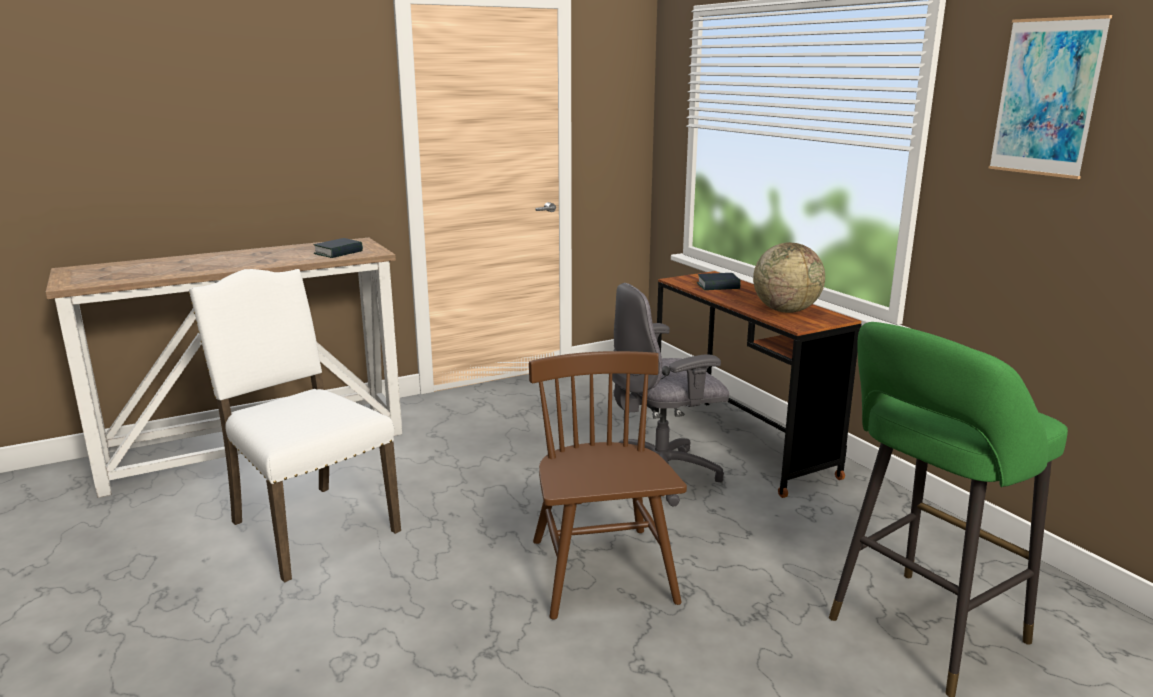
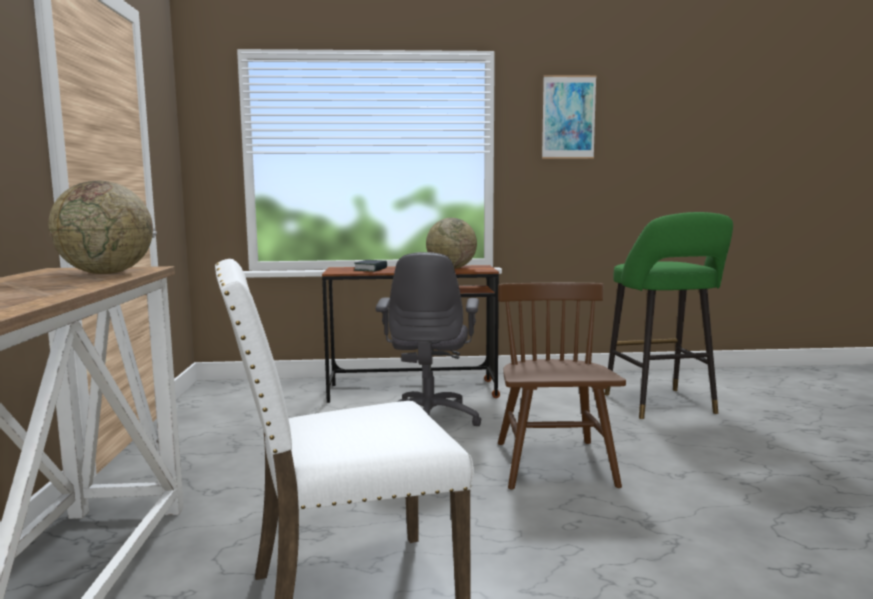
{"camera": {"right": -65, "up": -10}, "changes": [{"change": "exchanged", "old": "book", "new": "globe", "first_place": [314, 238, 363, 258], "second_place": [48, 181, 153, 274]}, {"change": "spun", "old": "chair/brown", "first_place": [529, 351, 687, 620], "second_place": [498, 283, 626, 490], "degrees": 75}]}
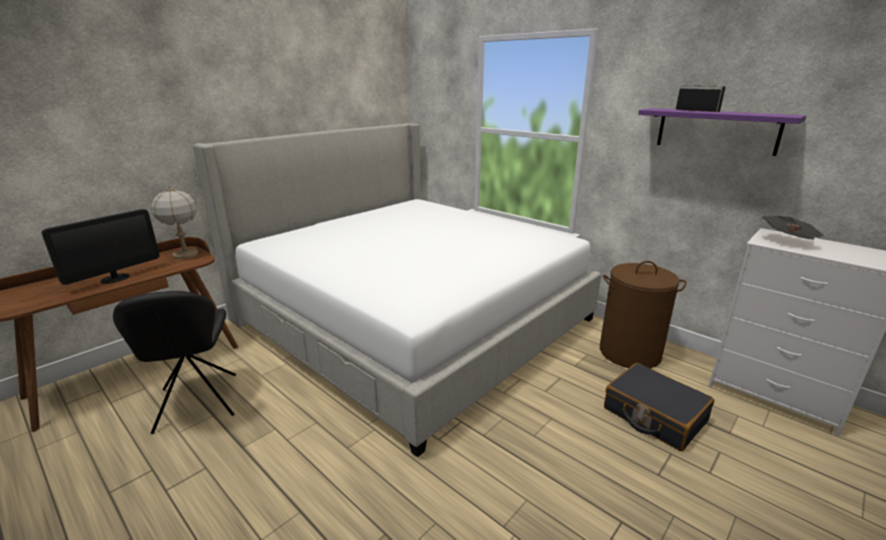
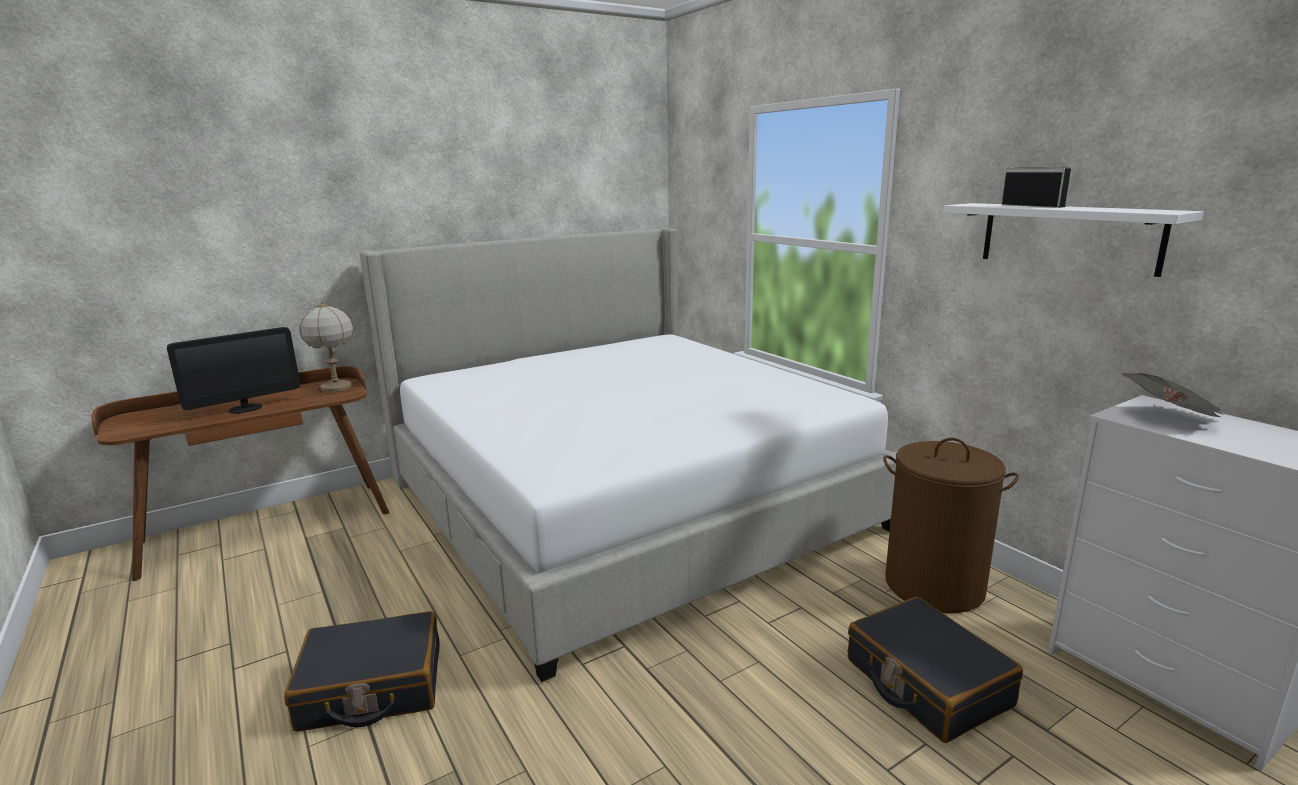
{"camera": {"right": 15, "up": -5}, "changes": [{"change": "missing", "old": "chair/black", "first_place": [113, 291, 236, 434]}, {"change": "colour", "old": "shelf/purple", "new": "shelf/white", "first_place": [638, 108, 806, 156], "second_place": [943, 203, 1204, 277]}, {"change": "appeared", "new": "suitcase/black", "second_place": [284, 611, 440, 732]}]}
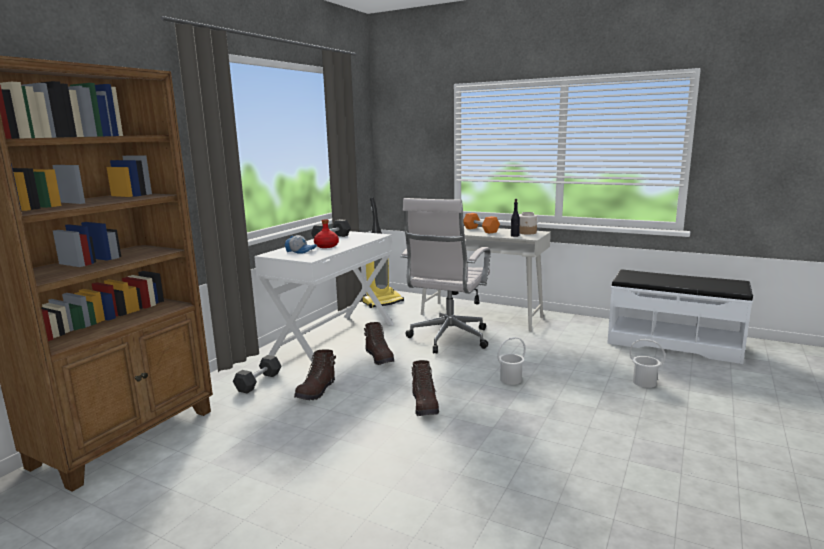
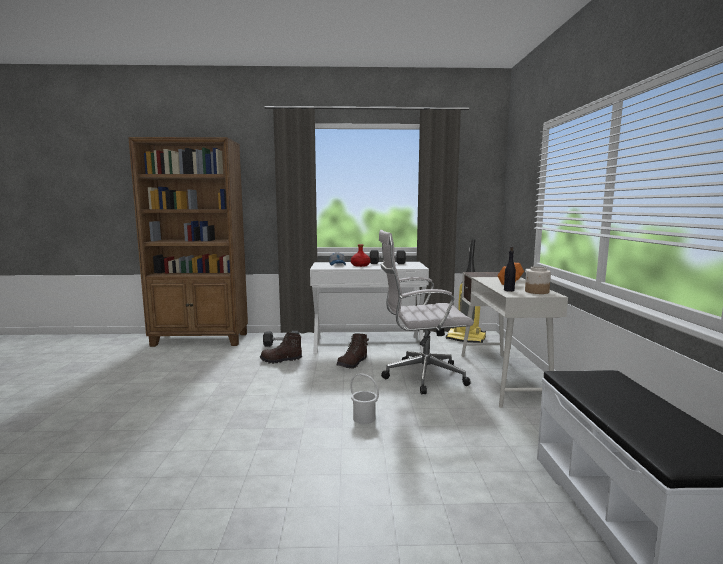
{"camera": {"right": 60, "up": -5}, "changes": [{"change": "missing", "old": "boot/brown", "first_place": [412, 360, 439, 416]}, {"change": "missing", "old": "bucket/white", "first_place": [630, 339, 666, 388]}]}
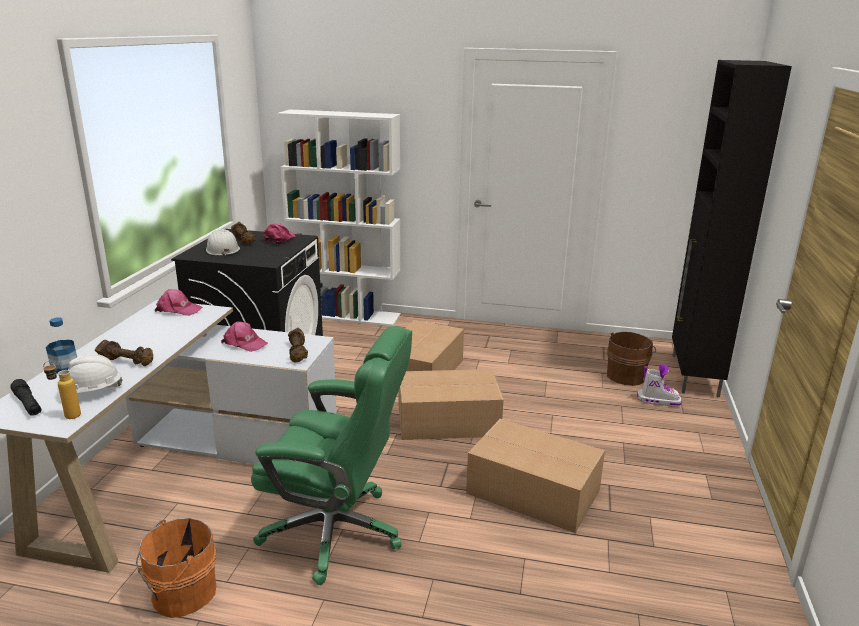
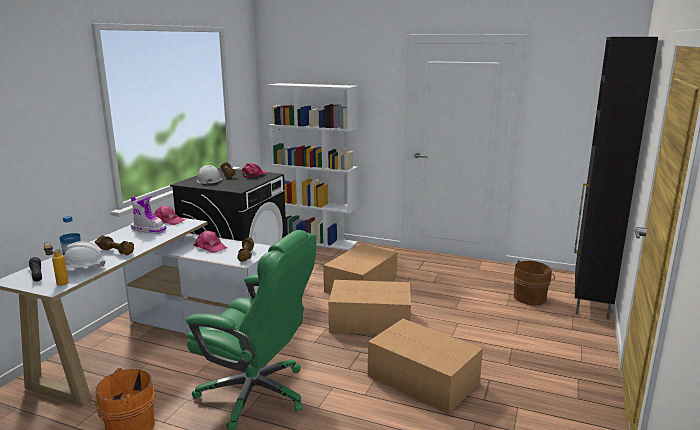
{"camera": {"right": 10, "up": -5}, "changes": [{"change": "relocated", "old": "boot", "first_place": [637, 364, 682, 407], "second_place": [131, 196, 167, 234]}]}
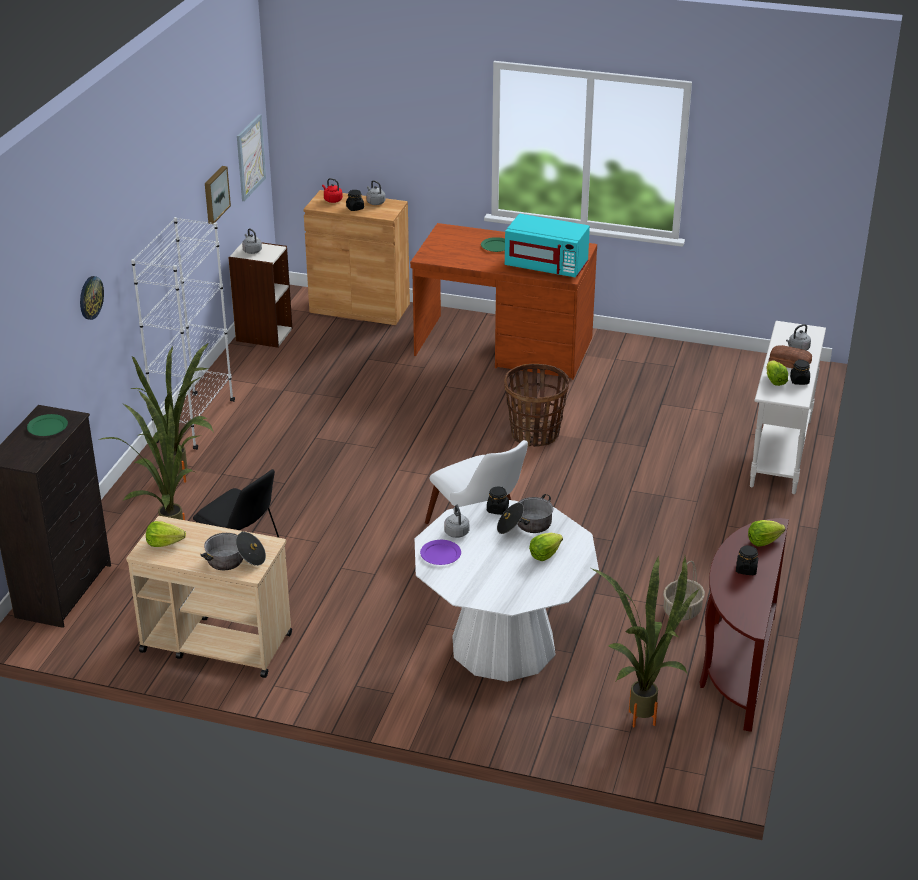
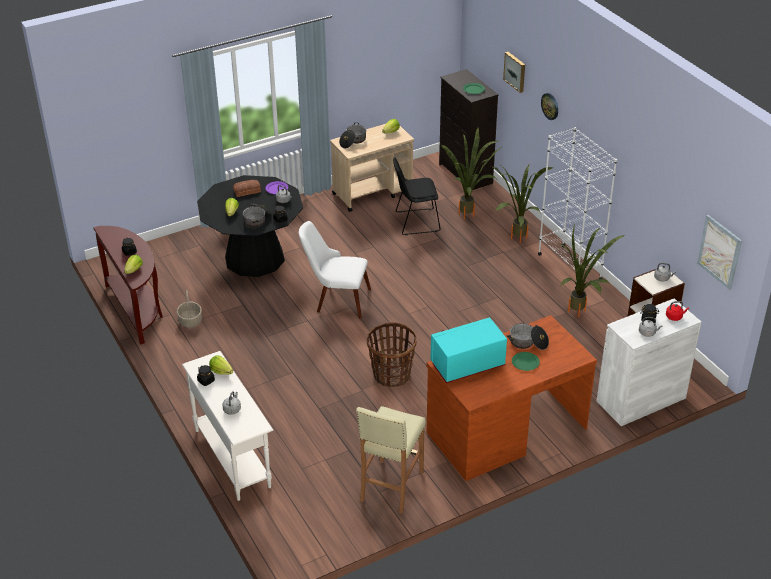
{"camera": {"right": 135, "up": 5}, "changes": [{"change": "relocated", "old": "picture", "first_place": [205, 166, 231, 224], "second_place": [503, 52, 525, 93]}, {"change": "colour", "old": "cabinet/brown", "new": "cabinet/white", "first_place": [303, 190, 410, 325], "second_place": [596, 298, 701, 426]}, {"change": "colour", "old": "dining table/white", "new": "dining table/black", "first_place": [415, 500, 599, 682], "second_place": [197, 175, 303, 277]}, {"change": "relocated", "old": "potted plant", "first_place": [592, 556, 700, 727], "second_place": [559, 223, 625, 317]}, {"change": "relocated", "old": "bread", "first_place": [769, 345, 812, 369], "second_place": [233, 180, 261, 197]}, {"change": "appeared", "new": "stool/beige", "second_place": [356, 406, 426, 513]}, {"change": "appeared", "new": "cooking pot", "second_place": [506, 323, 549, 350]}]}
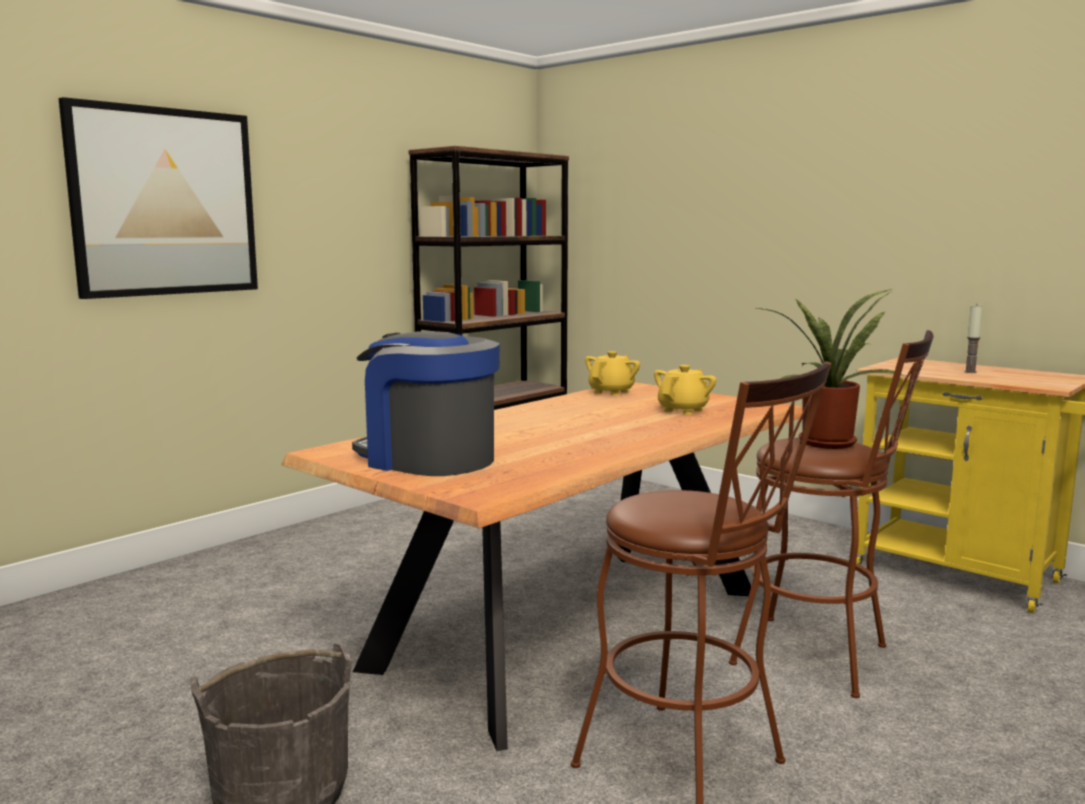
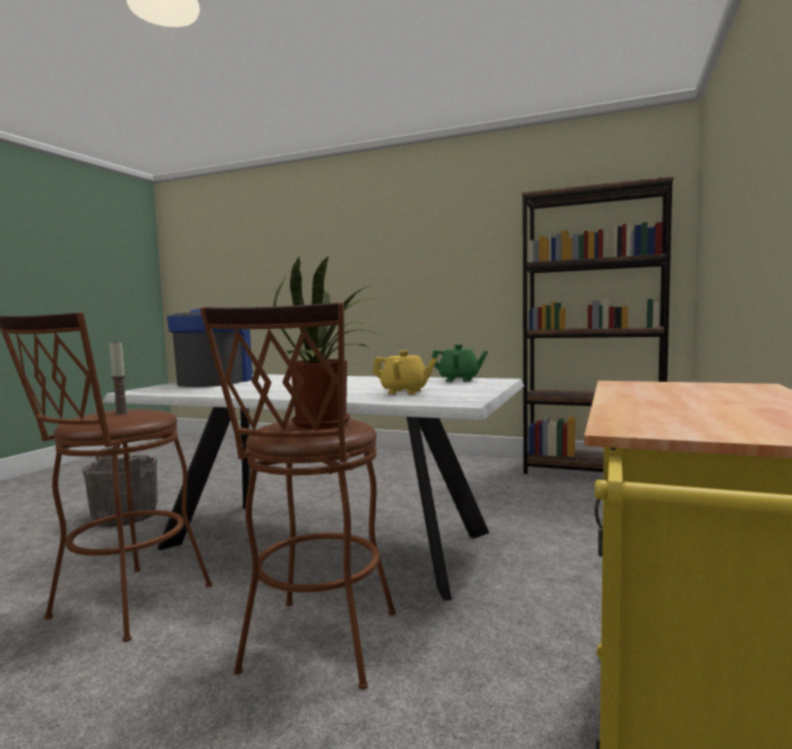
{"camera": {"right": 70, "up": -5}, "changes": [{"change": "missing", "old": "picture", "first_place": [59, 97, 258, 299]}, {"change": "colour", "old": "dining table/brown", "new": "dining table/white", "first_place": [281, 382, 802, 751], "second_place": [103, 374, 524, 601]}, {"change": "colour", "old": "teapot/yellow", "new": "teapot/green", "first_place": [585, 351, 640, 396], "second_place": [432, 344, 488, 382]}, {"change": "relocated", "old": "candle", "first_place": [964, 304, 983, 373], "second_place": [109, 340, 128, 415]}]}
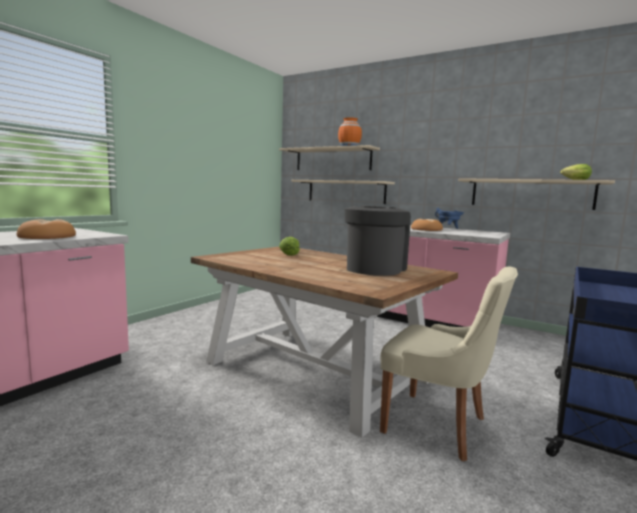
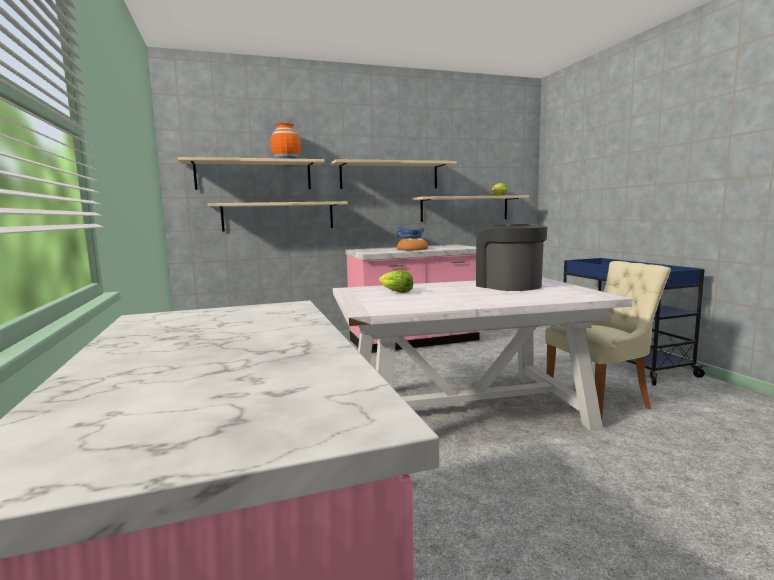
{"camera": {"right": -50, "up": 0}, "changes": [{"change": "missing", "old": "bread", "first_place": [17, 219, 76, 239]}, {"change": "colour", "old": "dining table/brown", "new": "dining table/white", "first_place": [191, 247, 458, 438], "second_place": [333, 277, 632, 431]}, {"change": "appeared", "new": "shelf/beige", "second_place": [330, 159, 457, 189]}]}
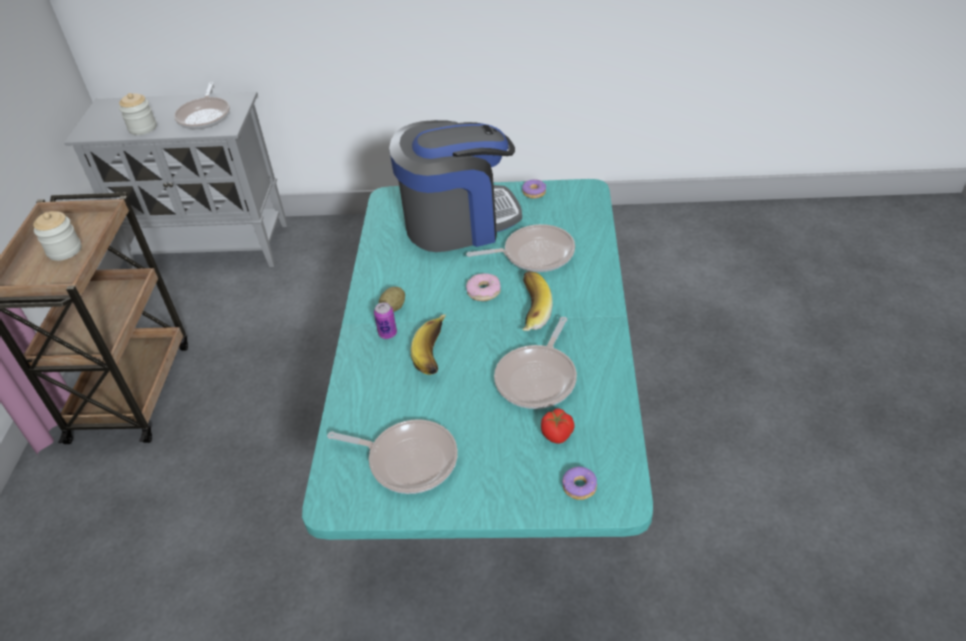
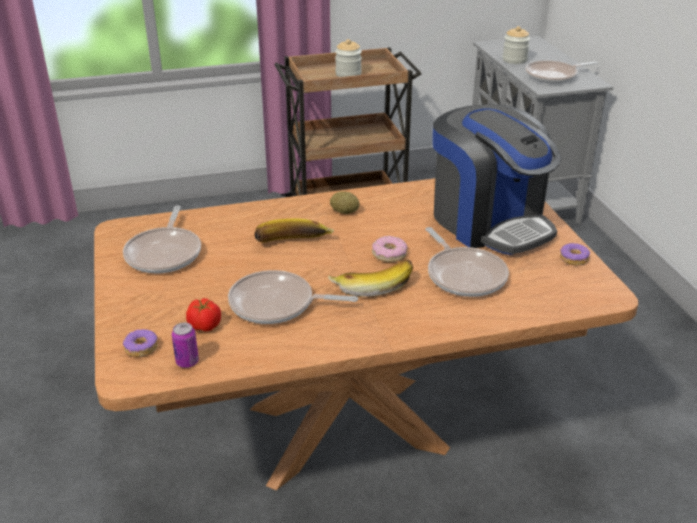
{"camera": {"right": 70, "up": -10}, "changes": [{"change": "colour", "old": "dining table/turquoise", "new": "dining table/brown", "first_place": [302, 179, 653, 540], "second_place": [94, 178, 638, 490]}, {"change": "relocated", "old": "can", "first_place": [374, 302, 397, 339], "second_place": [172, 322, 199, 368]}]}
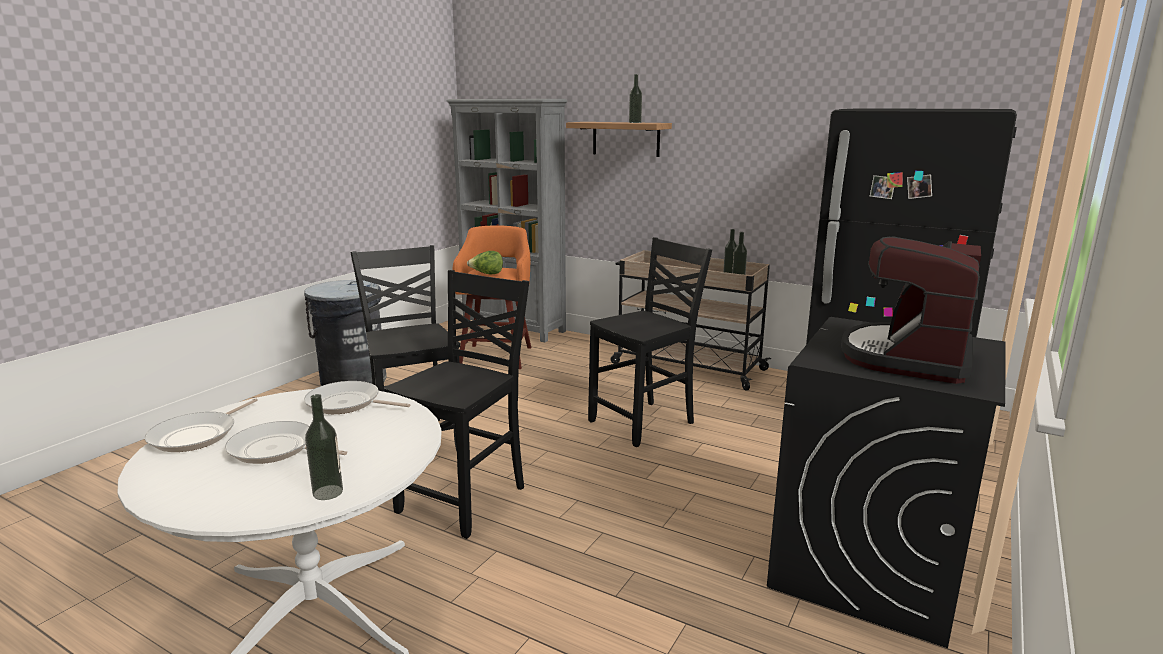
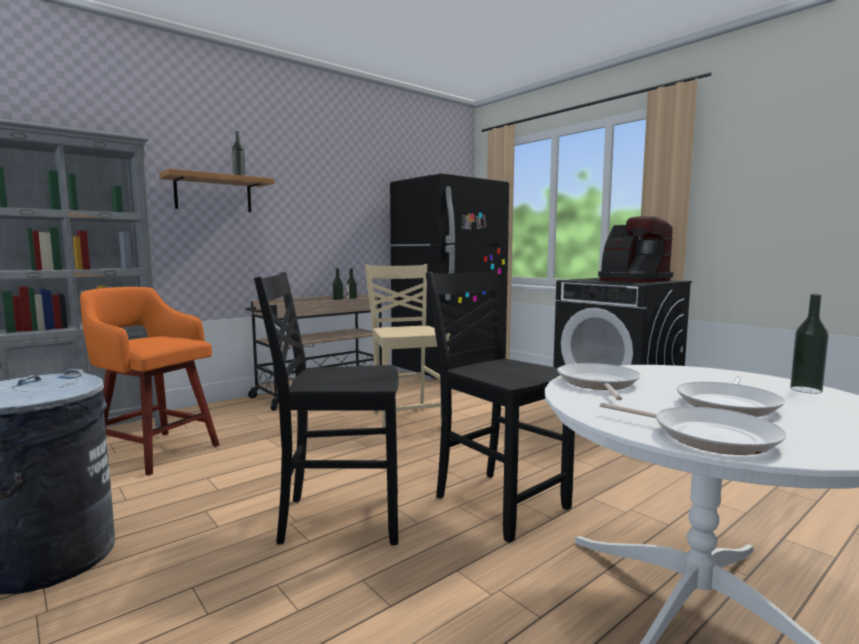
{"camera": {"right": -70, "up": -10}, "changes": [{"change": "spun", "old": "frying pan", "first_place": [304, 381, 410, 414], "second_place": [557, 363, 641, 400], "degrees": 150}, {"change": "missing", "old": "lettuce", "first_place": [467, 251, 503, 275]}, {"change": "colour", "old": "chair/black", "new": "chair/beige", "first_place": [588, 237, 712, 447], "second_place": [365, 264, 450, 436]}]}
